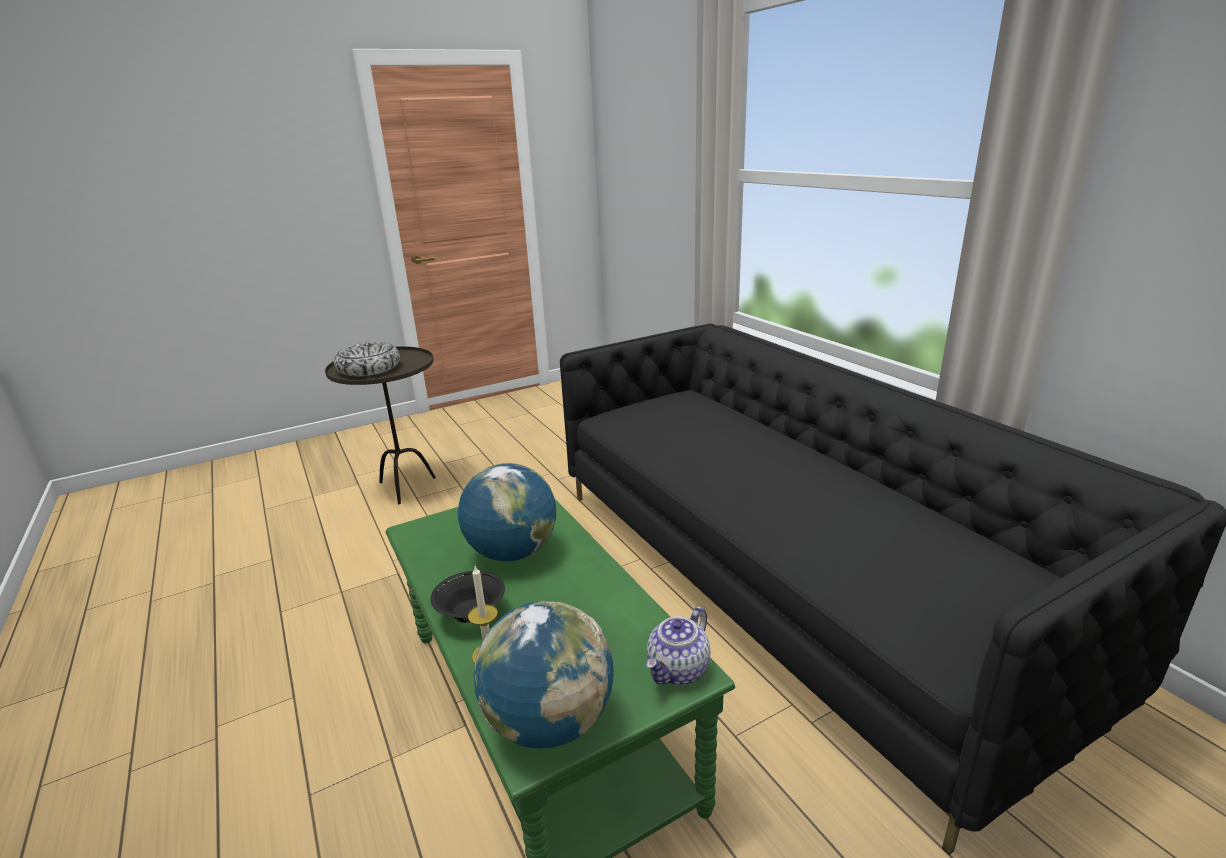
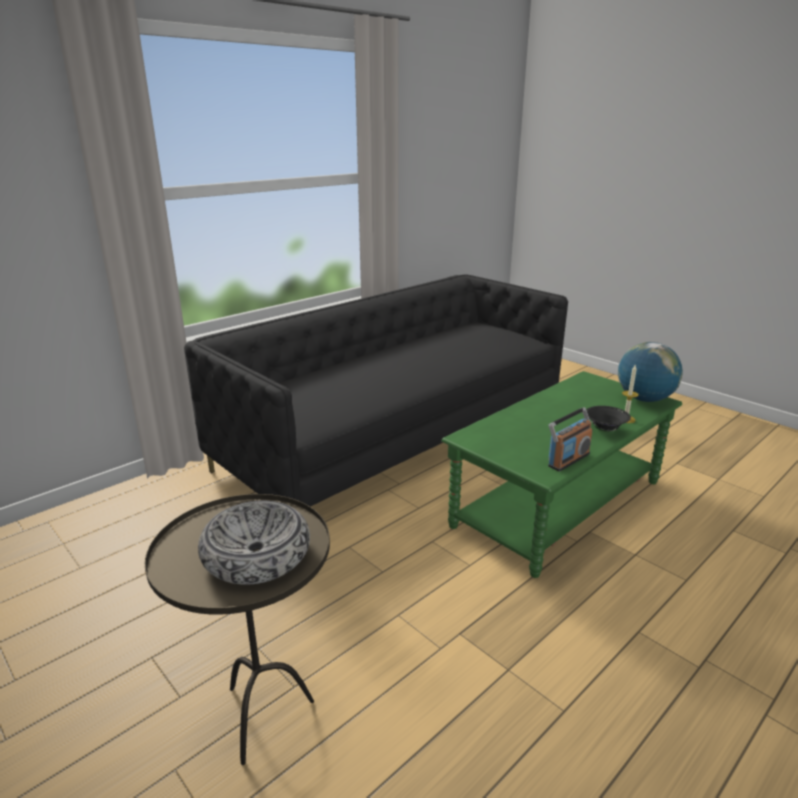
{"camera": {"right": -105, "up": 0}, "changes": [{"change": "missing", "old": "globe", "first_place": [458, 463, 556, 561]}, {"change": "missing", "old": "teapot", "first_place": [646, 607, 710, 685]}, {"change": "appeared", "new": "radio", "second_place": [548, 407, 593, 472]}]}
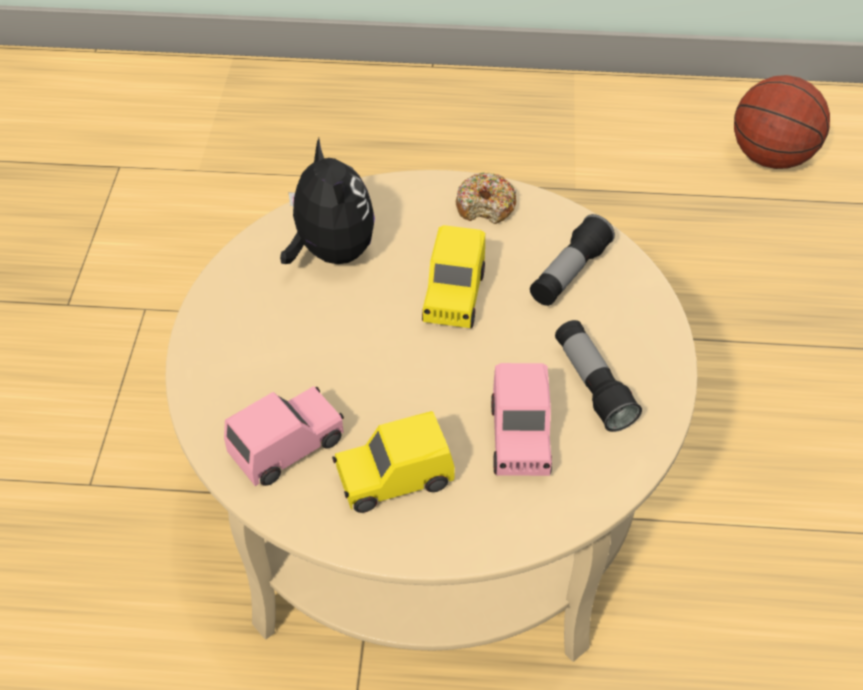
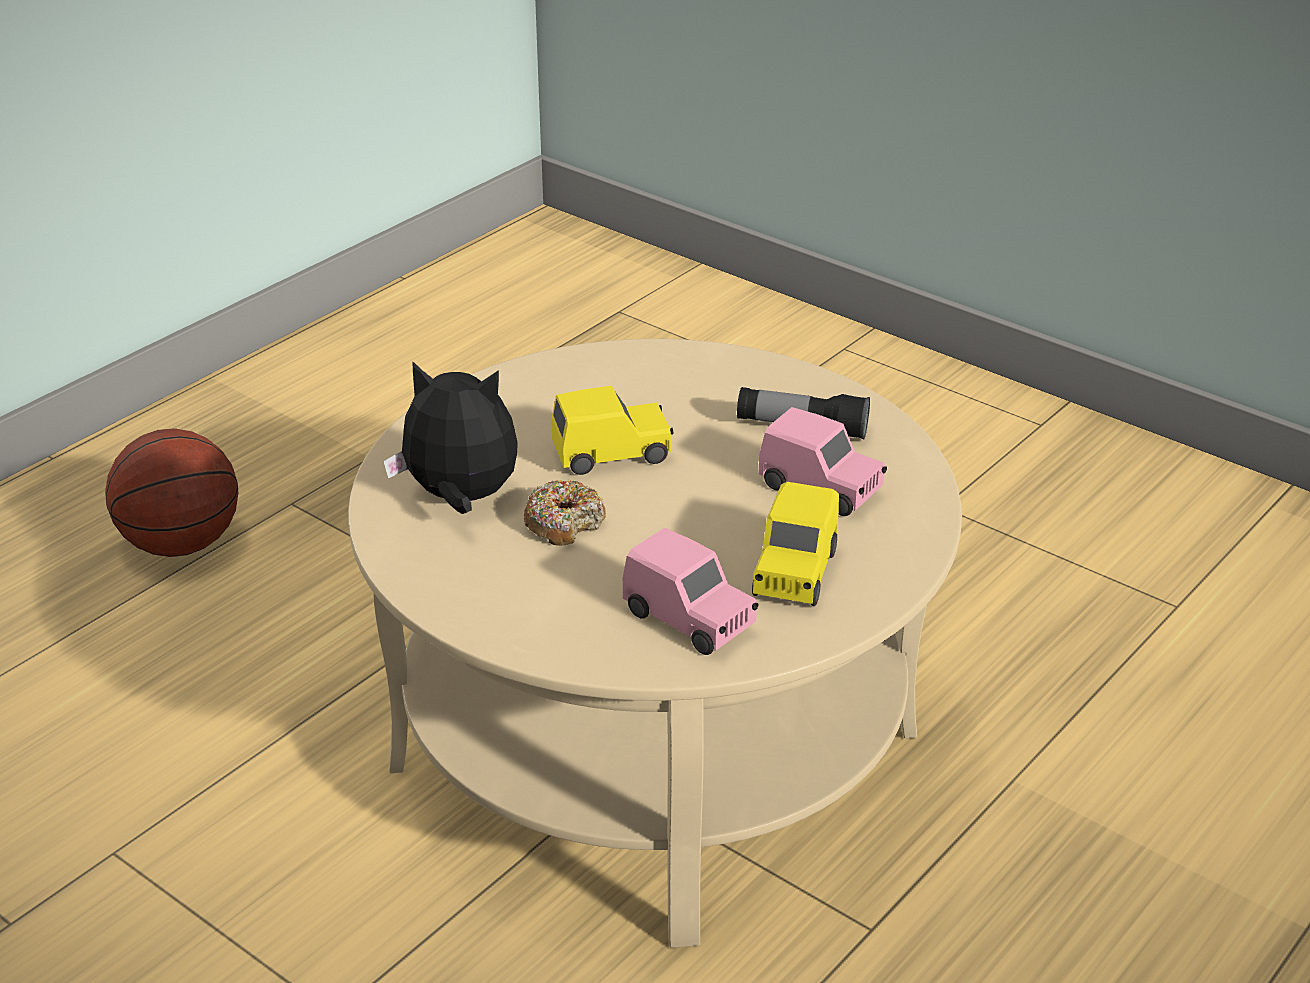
{"camera": {"right": -55, "up": -15}, "changes": [{"change": "spun", "old": "toy car/pink", "first_place": [224, 386, 344, 486], "second_place": [623, 528, 758, 655], "degrees": 135}, {"change": "spun", "old": "toy car/yellow", "first_place": [422, 225, 485, 328], "second_place": [551, 386, 673, 475], "degrees": -60}, {"change": "relocated", "old": "donut", "first_place": [456, 172, 516, 224], "second_place": [524, 480, 606, 546]}, {"change": "missing", "old": "flashlight", "first_place": [530, 214, 615, 306]}, {"change": "relocated", "old": "basketball", "first_place": [734, 75, 830, 169], "second_place": [105, 428, 238, 557]}]}
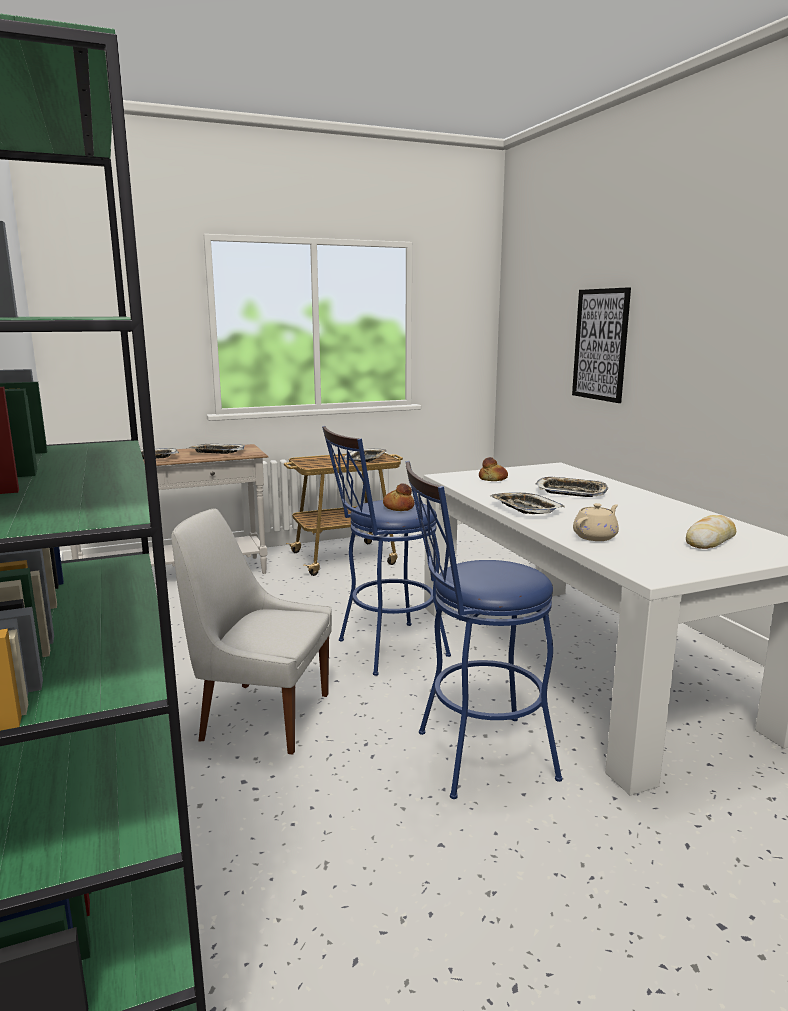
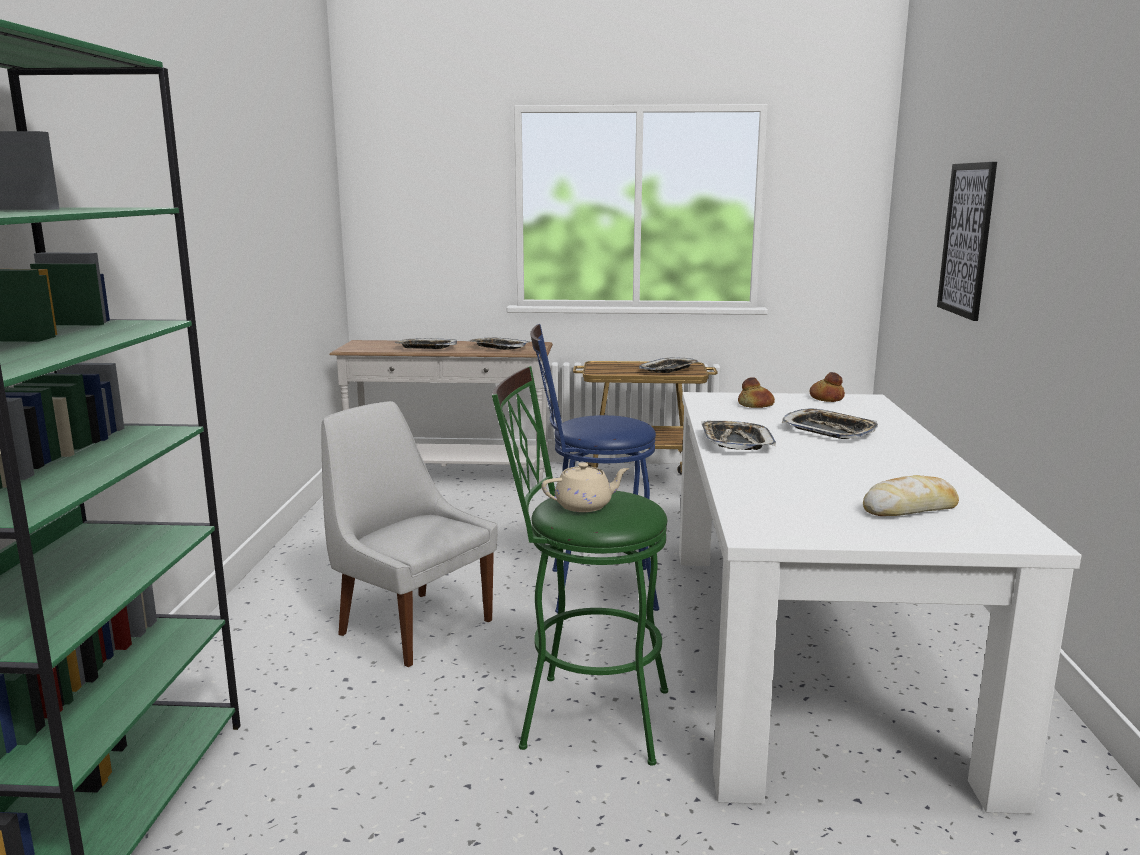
{"camera": {"right": 25, "up": 0}, "changes": [{"change": "relocated", "old": "bread", "first_place": [383, 483, 414, 511], "second_place": [810, 372, 845, 402]}, {"change": "colour", "old": "stool/blue", "new": "stool/green", "first_place": [406, 461, 562, 799], "second_place": [492, 366, 668, 766]}, {"change": "relocated", "old": "teapot/beige", "first_place": [573, 503, 619, 541], "second_place": [542, 463, 630, 512]}]}
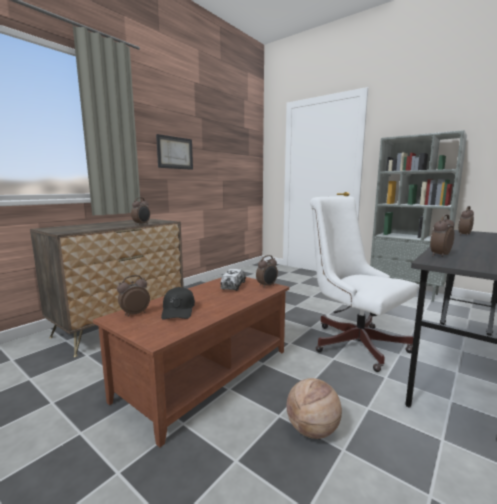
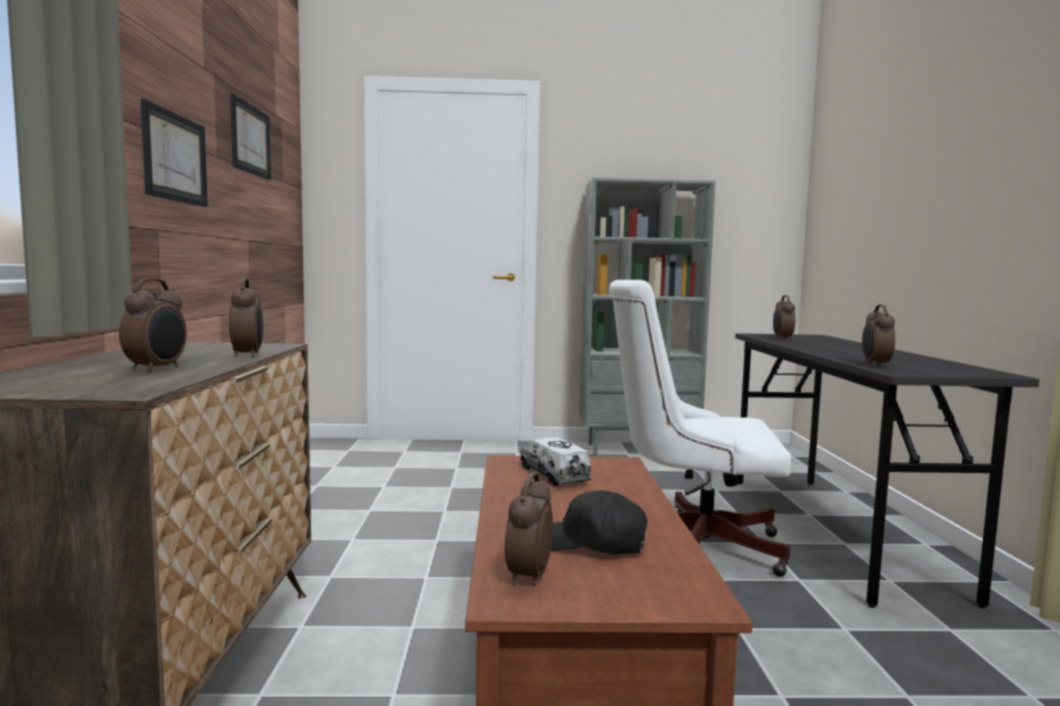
{"camera": {"right": -40, "up": -5}, "changes": [{"change": "spun", "old": "cap/black", "first_place": [161, 287, 195, 320], "second_place": [551, 490, 648, 555], "degrees": 150}, {"change": "relocated", "old": "alarm clock", "first_place": [256, 255, 278, 288], "second_place": [119, 278, 187, 372]}, {"change": "missing", "old": "basketball", "first_place": [287, 378, 342, 439]}, {"change": "appeared", "new": "picture", "second_place": [230, 93, 271, 180]}]}
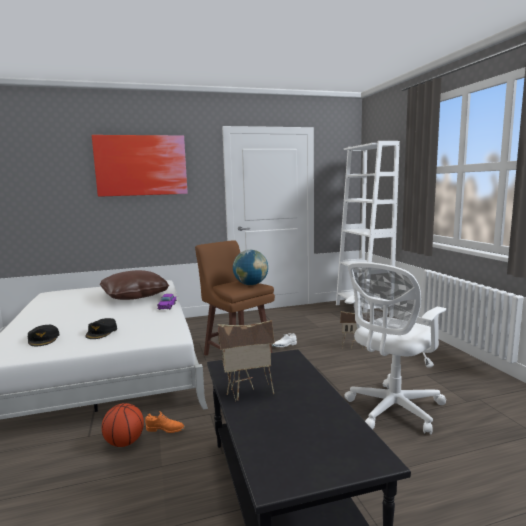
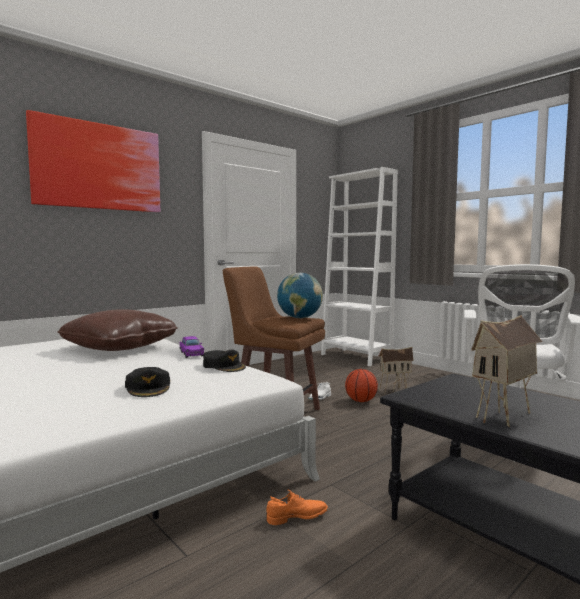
{"camera": {"right": -25, "up": -5}, "changes": [{"change": "relocated", "old": "cap/black", "first_place": [28, 325, 59, 346], "second_place": [203, 349, 246, 372]}, {"change": "relocated", "old": "basketball", "first_place": [102, 403, 144, 447], "second_place": [345, 369, 378, 402]}]}
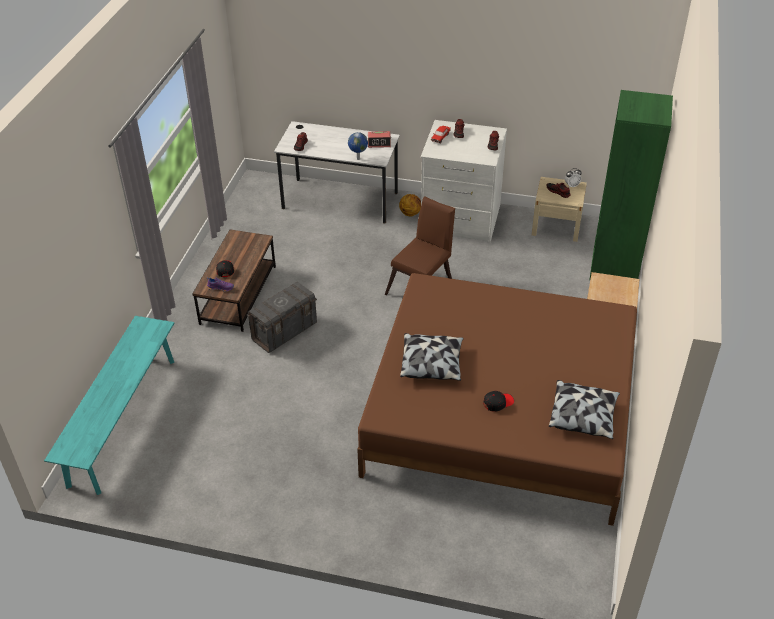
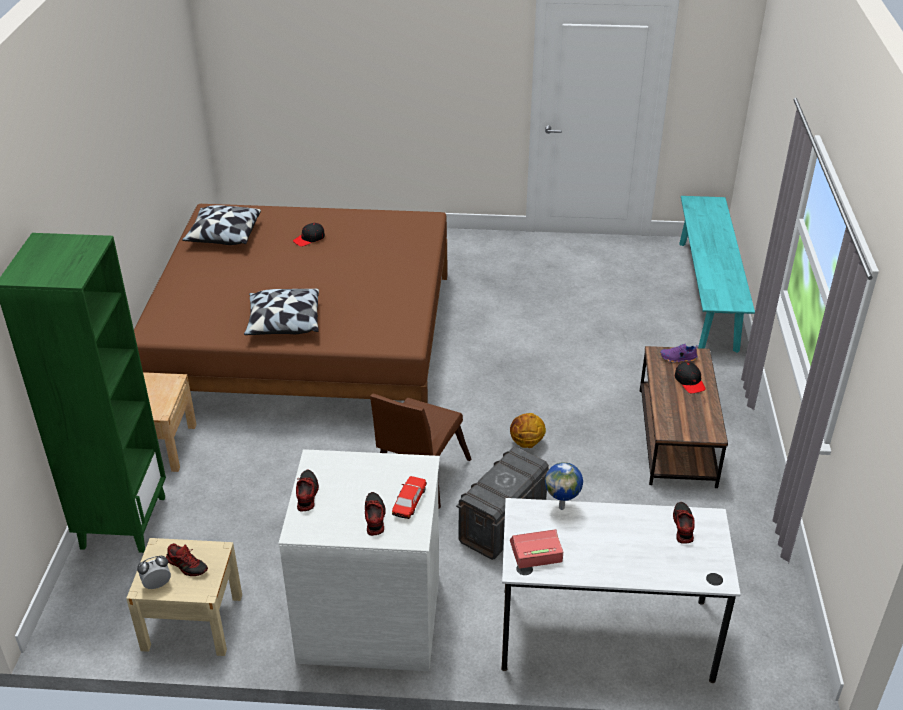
{"camera": {"right": 170, "up": -5}, "changes": [{"change": "relocated", "old": "storage box/grey", "first_place": [246, 282, 317, 353], "second_place": [456, 447, 549, 560]}, {"change": "relocated", "old": "basketball", "first_place": [399, 194, 421, 217], "second_place": [510, 413, 546, 448]}, {"change": "relocated", "old": "pillow", "first_place": [400, 333, 464, 381], "second_place": [244, 289, 319, 335]}]}
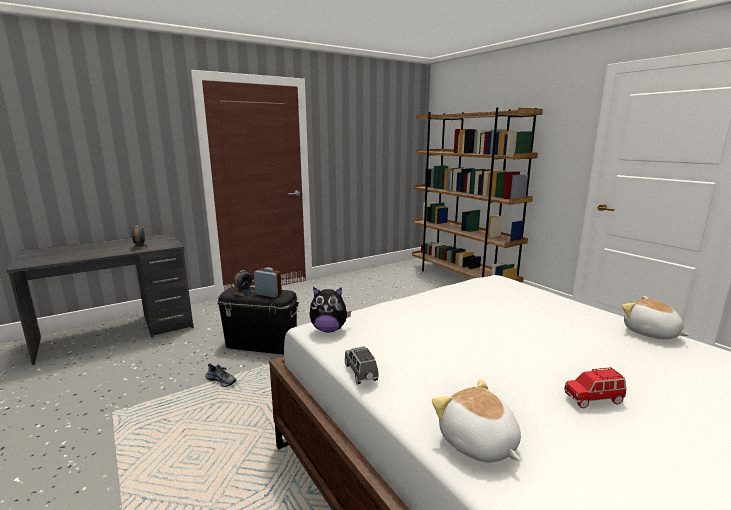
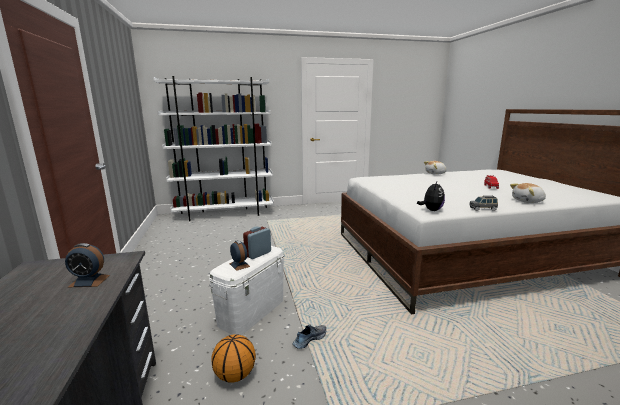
{"camera": {"right": -70, "up": 0}, "changes": [{"change": "colour", "old": "storage box/black", "new": "storage box/white", "first_place": [217, 286, 299, 354], "second_place": [209, 246, 284, 335]}, {"change": "colour", "old": "bookcase/brown", "new": "bookcase/white", "first_place": [412, 107, 543, 283], "second_place": [153, 76, 274, 221]}, {"change": "appeared", "new": "basketball", "second_place": [211, 334, 256, 382]}]}
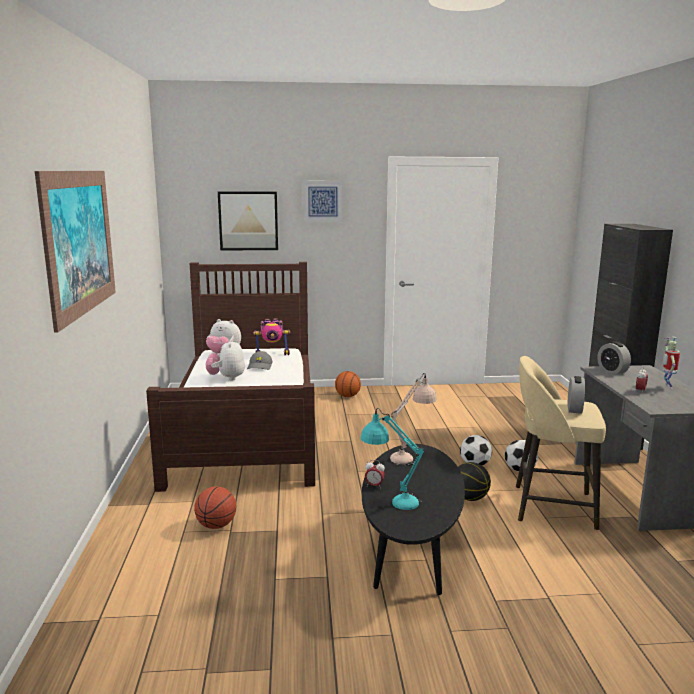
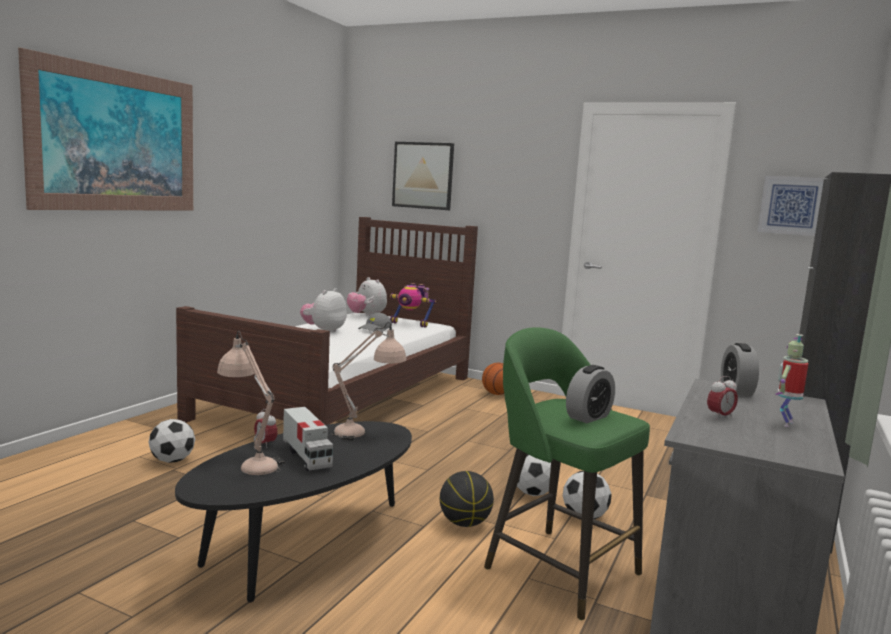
{"camera": {"right": 30, "up": -5}, "changes": [{"change": "exchanged", "old": "basketball", "new": "football", "first_place": [194, 486, 236, 529], "second_place": [148, 419, 195, 463]}, {"change": "relocated", "old": "picture", "first_place": [303, 181, 343, 222], "second_place": [757, 176, 824, 236]}, {"change": "colour", "old": "table lamp/turquoise", "new": "table lamp/beige", "first_place": [361, 408, 424, 510], "second_place": [217, 331, 285, 475]}, {"change": "colour", "old": "stool/beige", "new": "stool/green", "first_place": [516, 356, 606, 530], "second_place": [484, 327, 650, 620]}, {"change": "appeared", "new": "toy truck", "second_place": [283, 407, 333, 471]}]}
